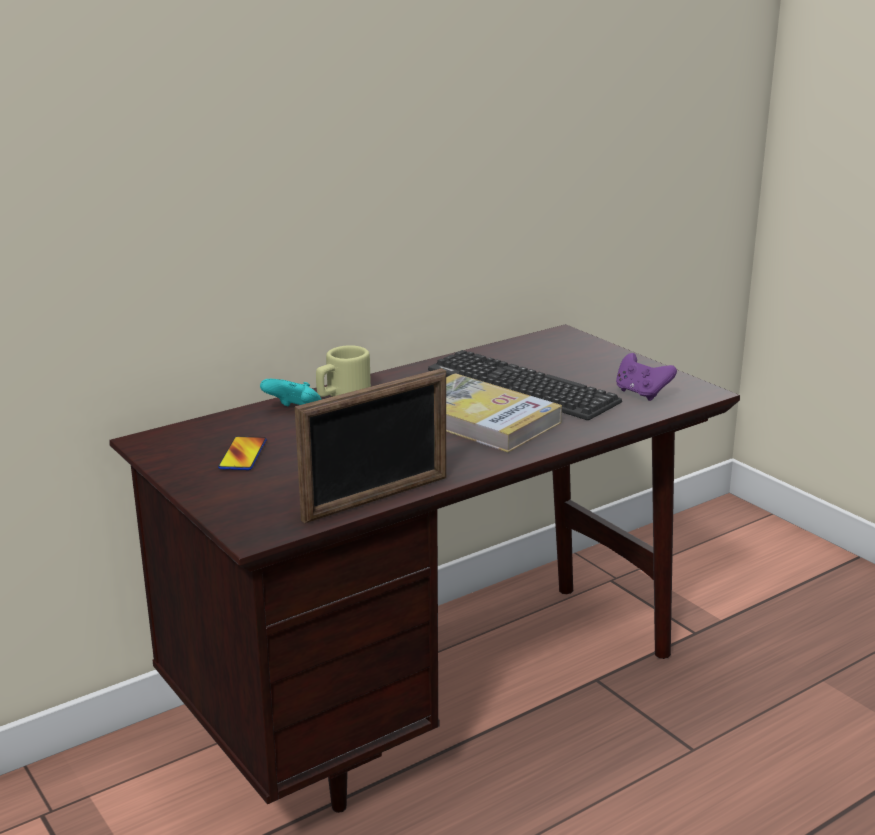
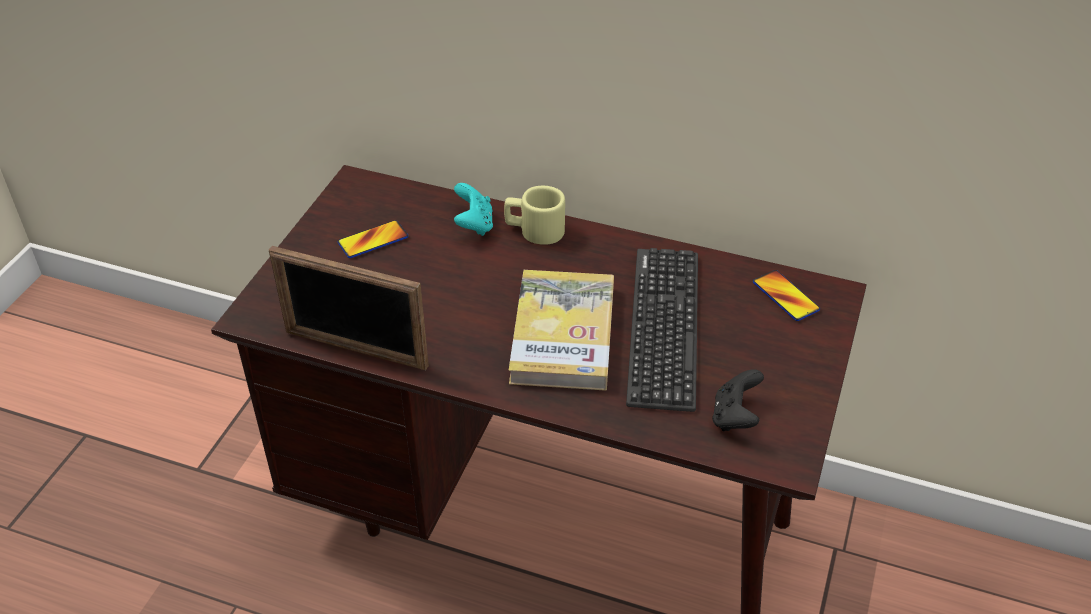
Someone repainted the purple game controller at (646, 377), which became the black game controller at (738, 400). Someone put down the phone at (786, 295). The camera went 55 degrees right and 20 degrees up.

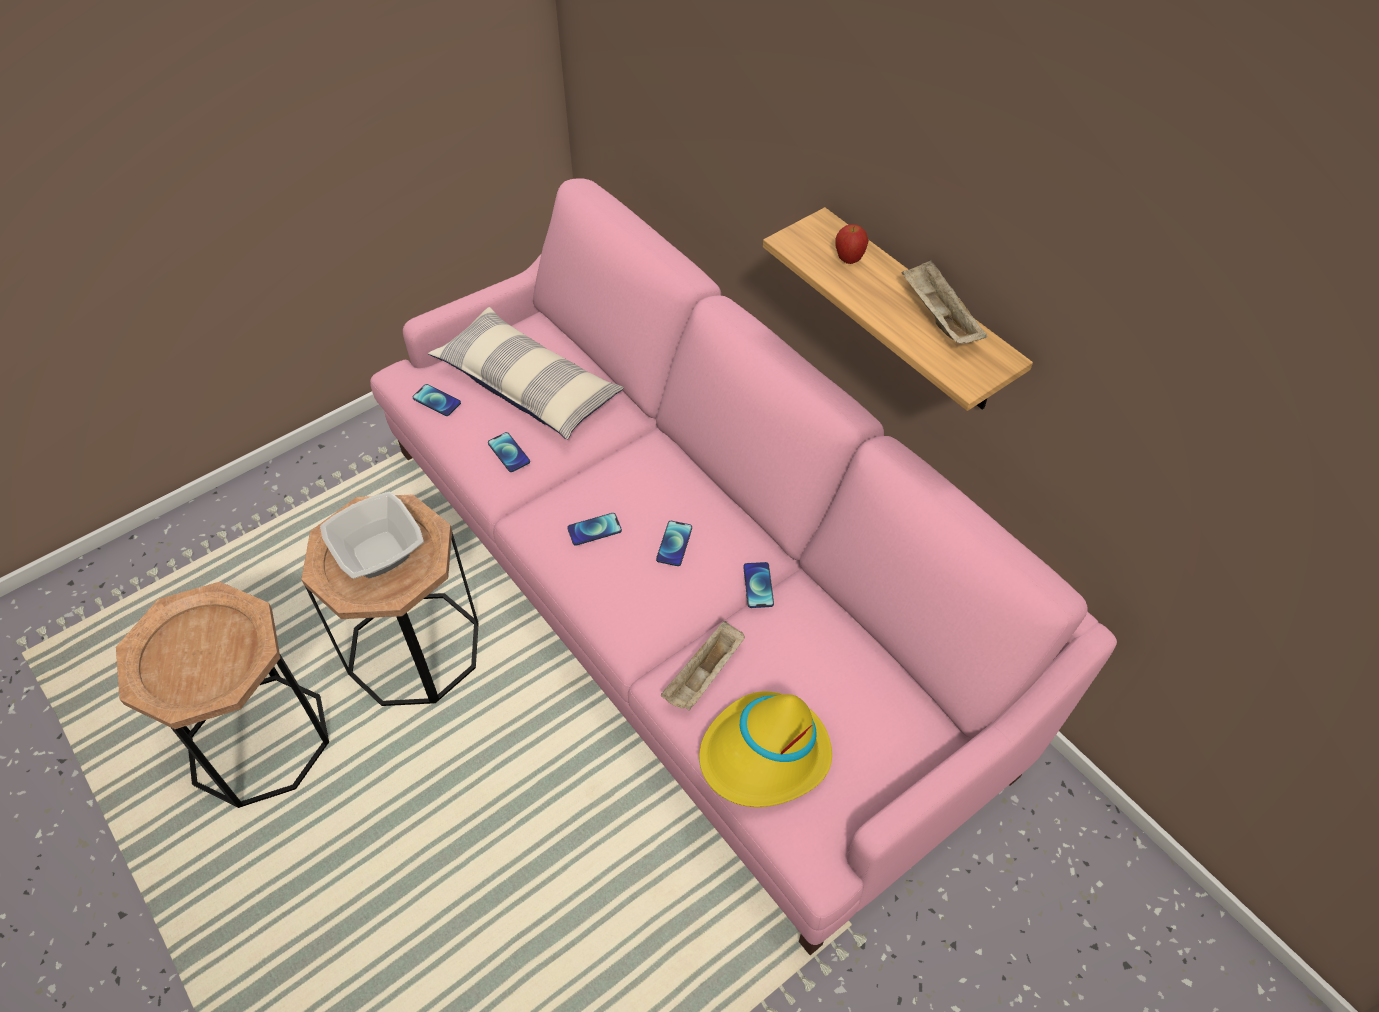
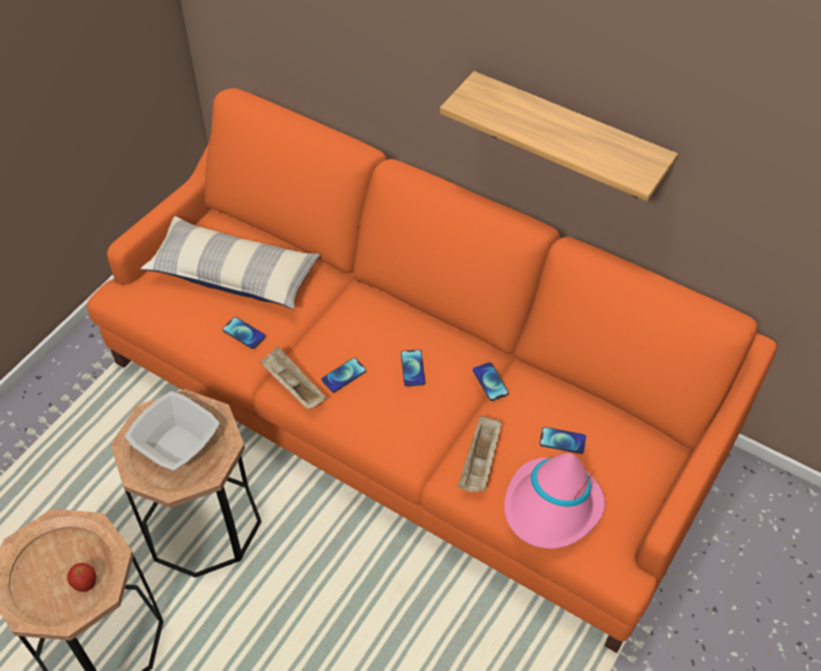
Someone repainted the pink sofa at (743, 566), which became the orange sofa at (432, 370). Someone carried the apple from (852, 244) to (82, 577). Someone carried the beige tray from (944, 301) to (293, 378). Someone carried the phone from (436, 400) to (562, 440). Someone repainted the yellow hat at (765, 749), which became the pink hat at (554, 501). The camera went 20 degrees left and 0 degrees up.

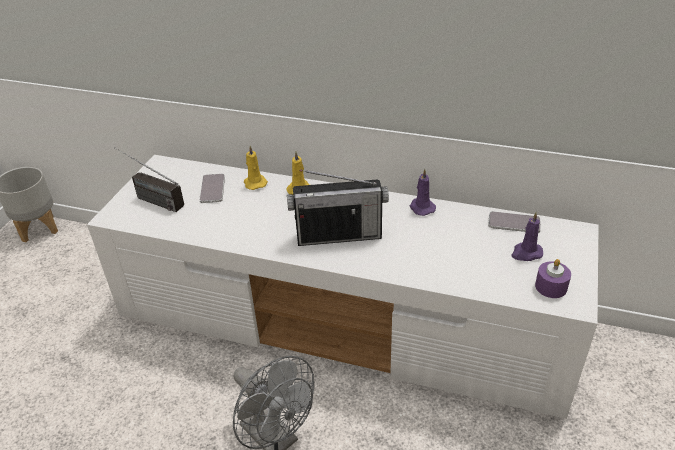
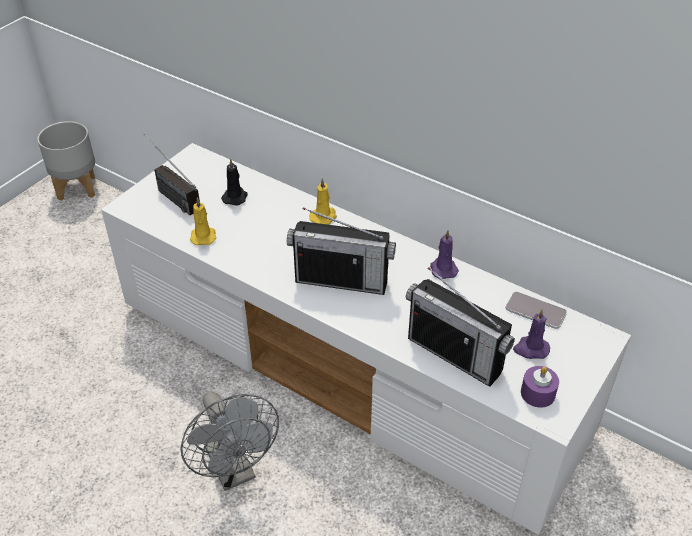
Someone carried the yellow candle from (256, 168) to (203, 221). Someone swapped the phone at (212, 188) for the black candle at (234, 182). Someone put down the radio at (460, 327). The camera went 15 degrees right and 5 degrees up.

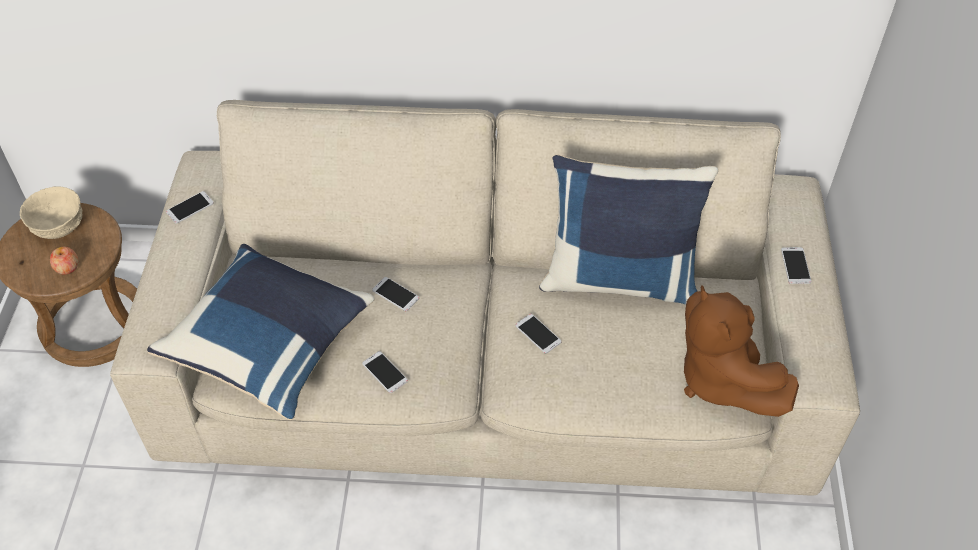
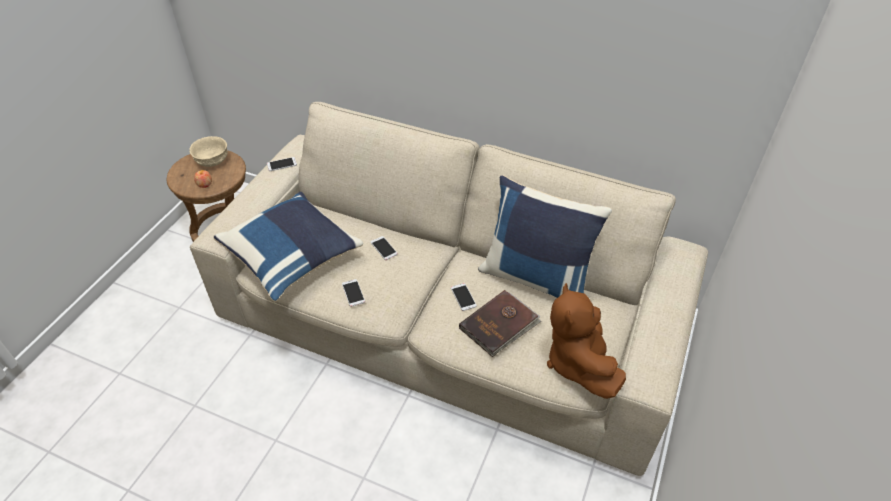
Someone took away the phone at (796, 265). Someone put down the brown book at (500, 323). The camera went 20 degrees right and 5 degrees down.

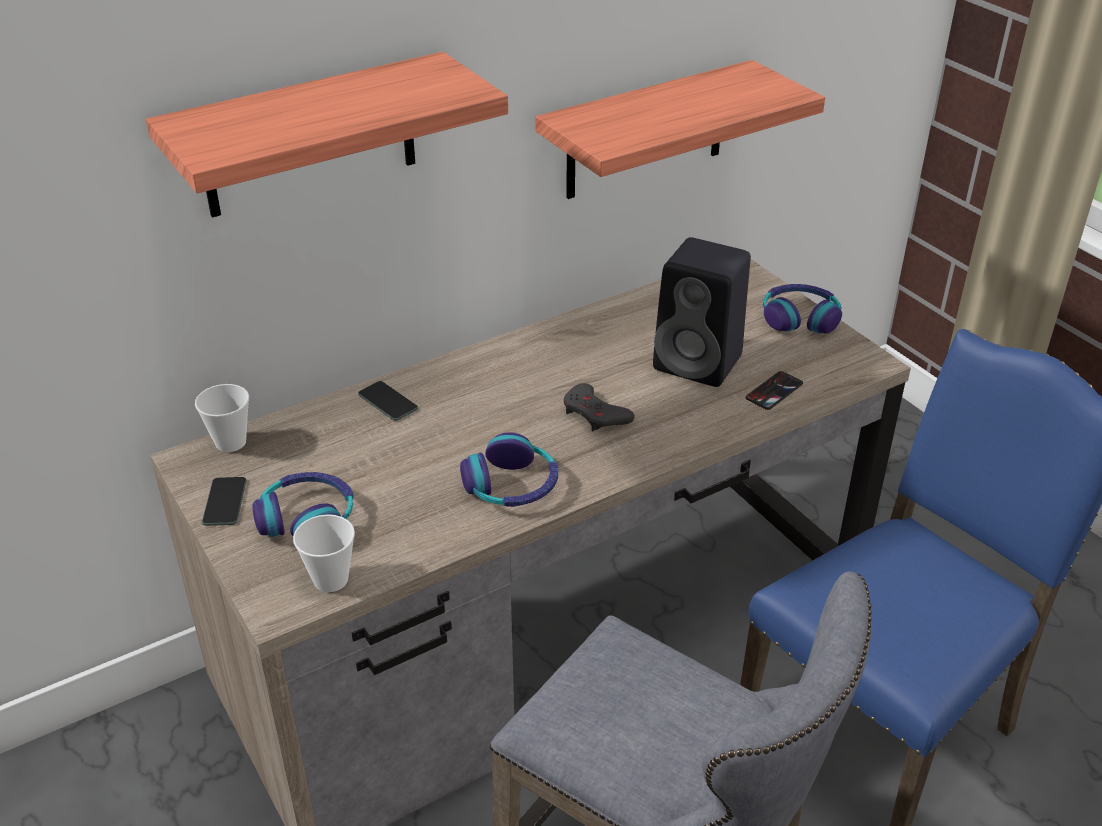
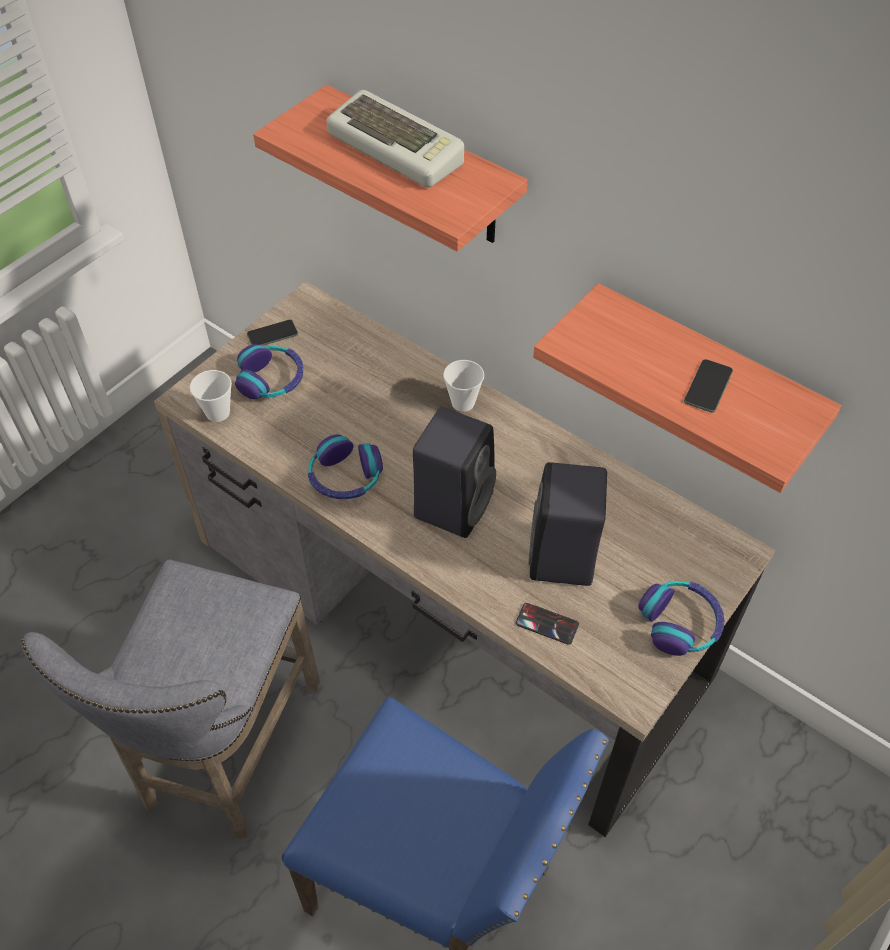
Someone carried the phone from (388, 401) to (708, 385). Someone swapped the grey game controller at (599, 407) for the black speaker at (454, 472). Someone carried the cup from (222, 418) to (463, 386). Someone put down the keyboard at (395, 139). The camera went 70 degrees right and 15 degrees up.

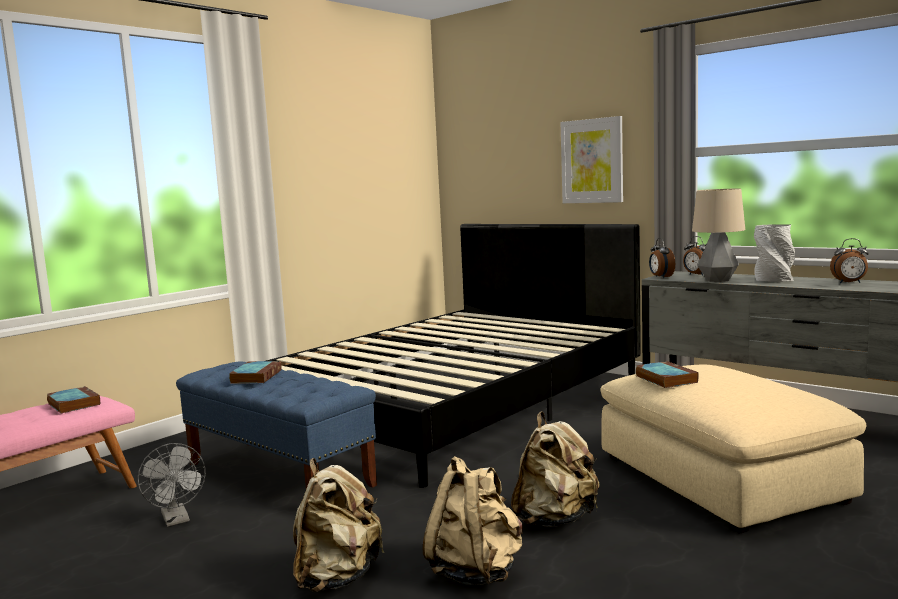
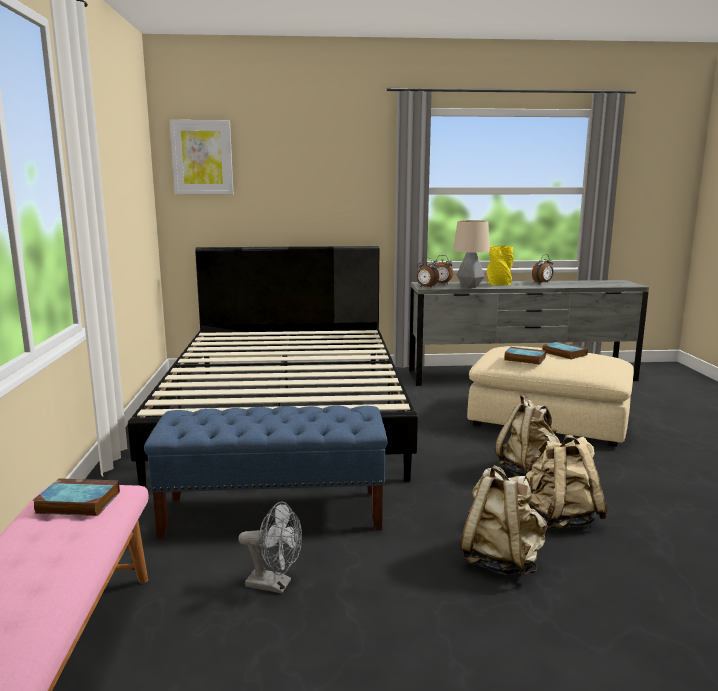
Someone carried the picture from (592, 159) to (201, 157). Someone repainted the grey vase at (774, 253), which became the yellow vase at (500, 265). Someone carried the book from (255, 372) to (565, 350). The camera went 45 degrees left and 5 degrees up.

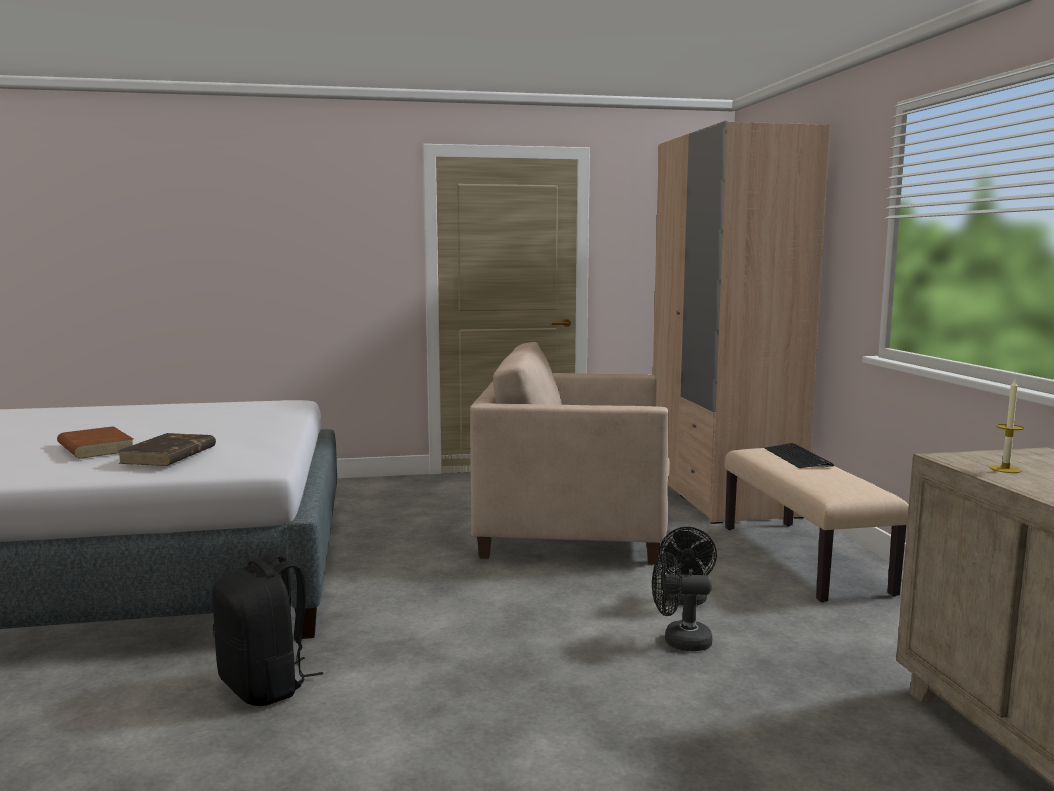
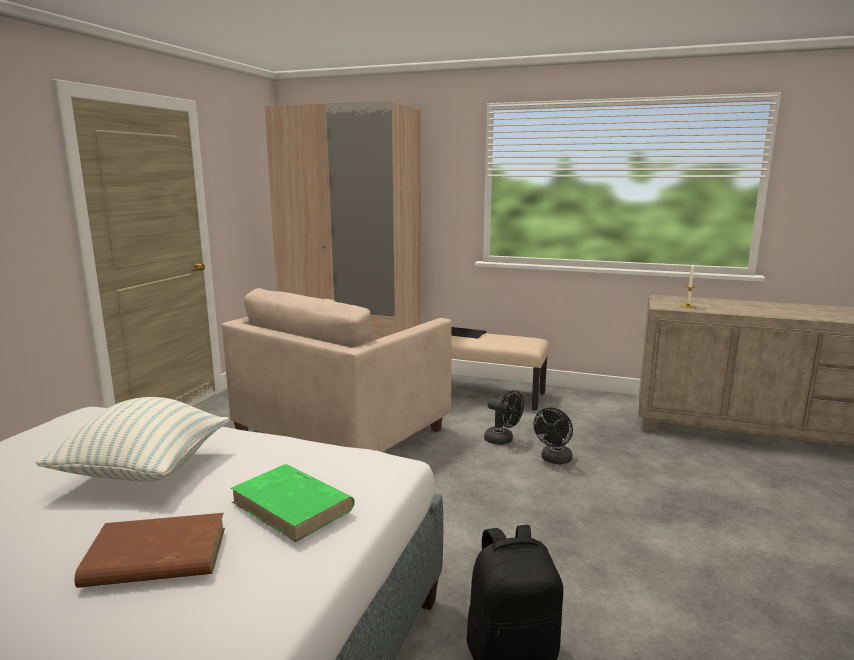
Someone repainted the brown book at (167, 449), which became the green book at (293, 503). Someone put down the pillow at (132, 439). The camera went 60 degrees left and 5 degrees up.

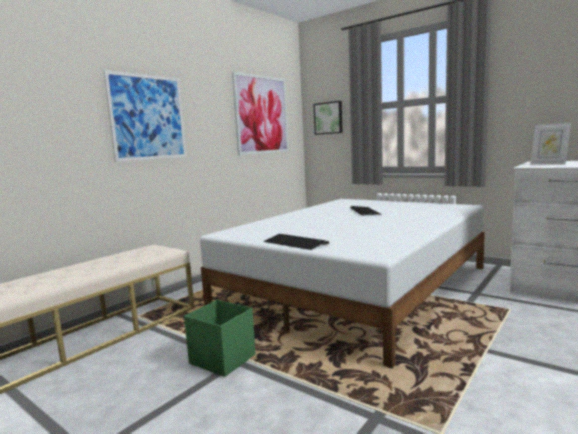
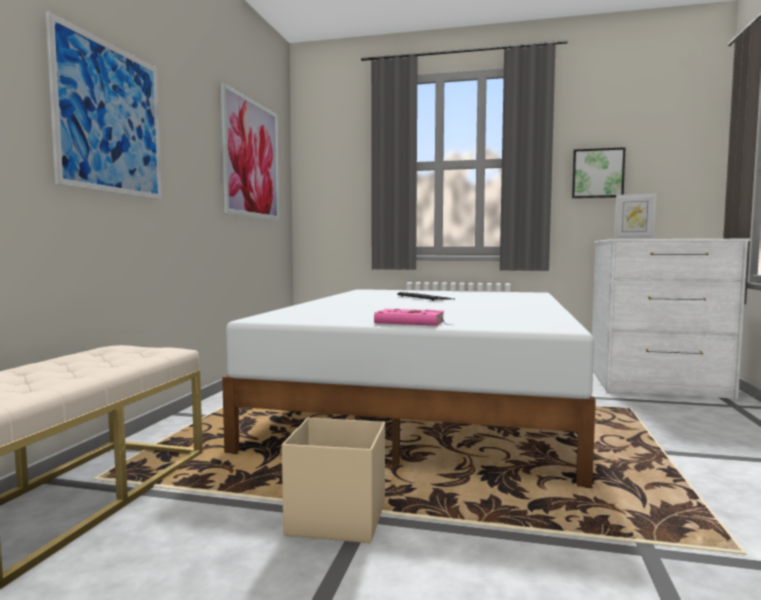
Someone carried the picture from (328, 118) to (599, 172). Someone swapped the keyboard at (296, 242) for the pink book at (412, 317). Someone repainted the green storage box at (220, 338), which became the beige storage box at (333, 480). The camera went 25 degrees left and 5 degrees down.

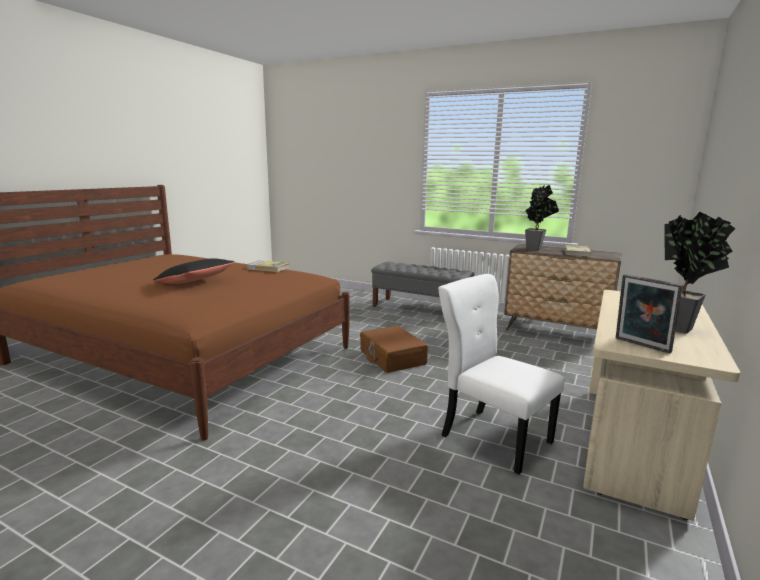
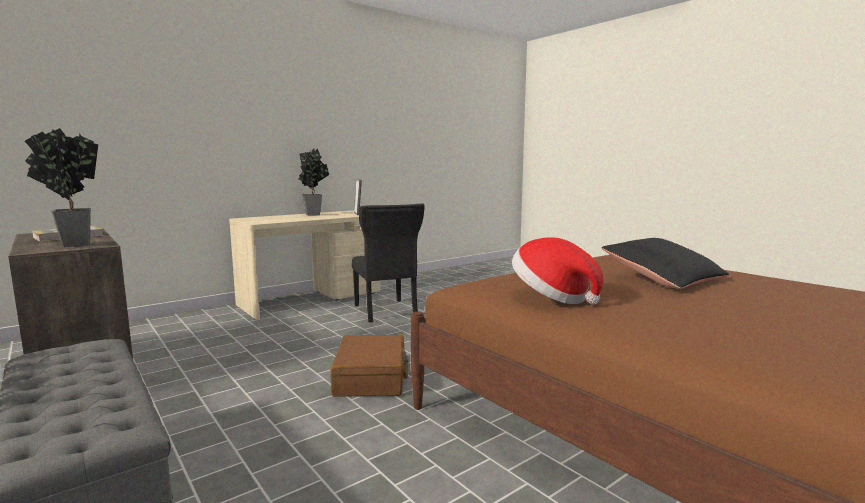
Someone swapped the book at (267, 266) for the hat at (557, 271). Someone repainted the white chair at (501, 374), which became the black chair at (388, 263). The camera went 155 degrees left and 5 degrees down.

